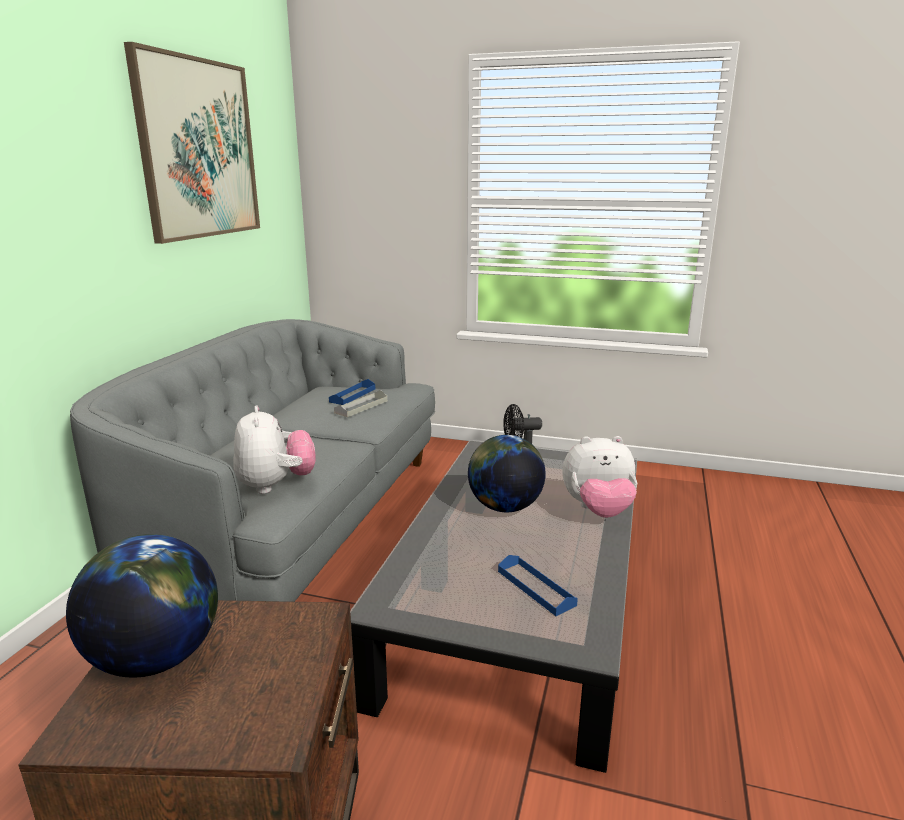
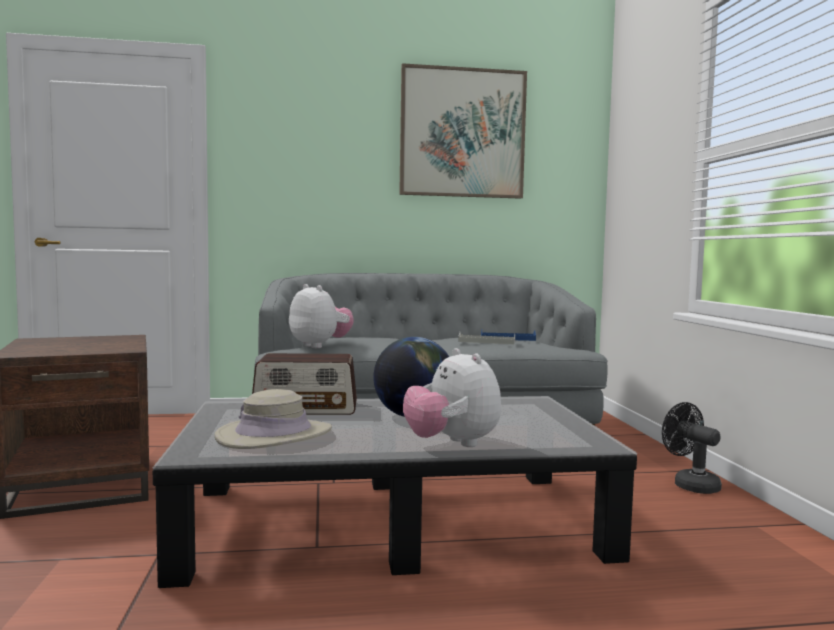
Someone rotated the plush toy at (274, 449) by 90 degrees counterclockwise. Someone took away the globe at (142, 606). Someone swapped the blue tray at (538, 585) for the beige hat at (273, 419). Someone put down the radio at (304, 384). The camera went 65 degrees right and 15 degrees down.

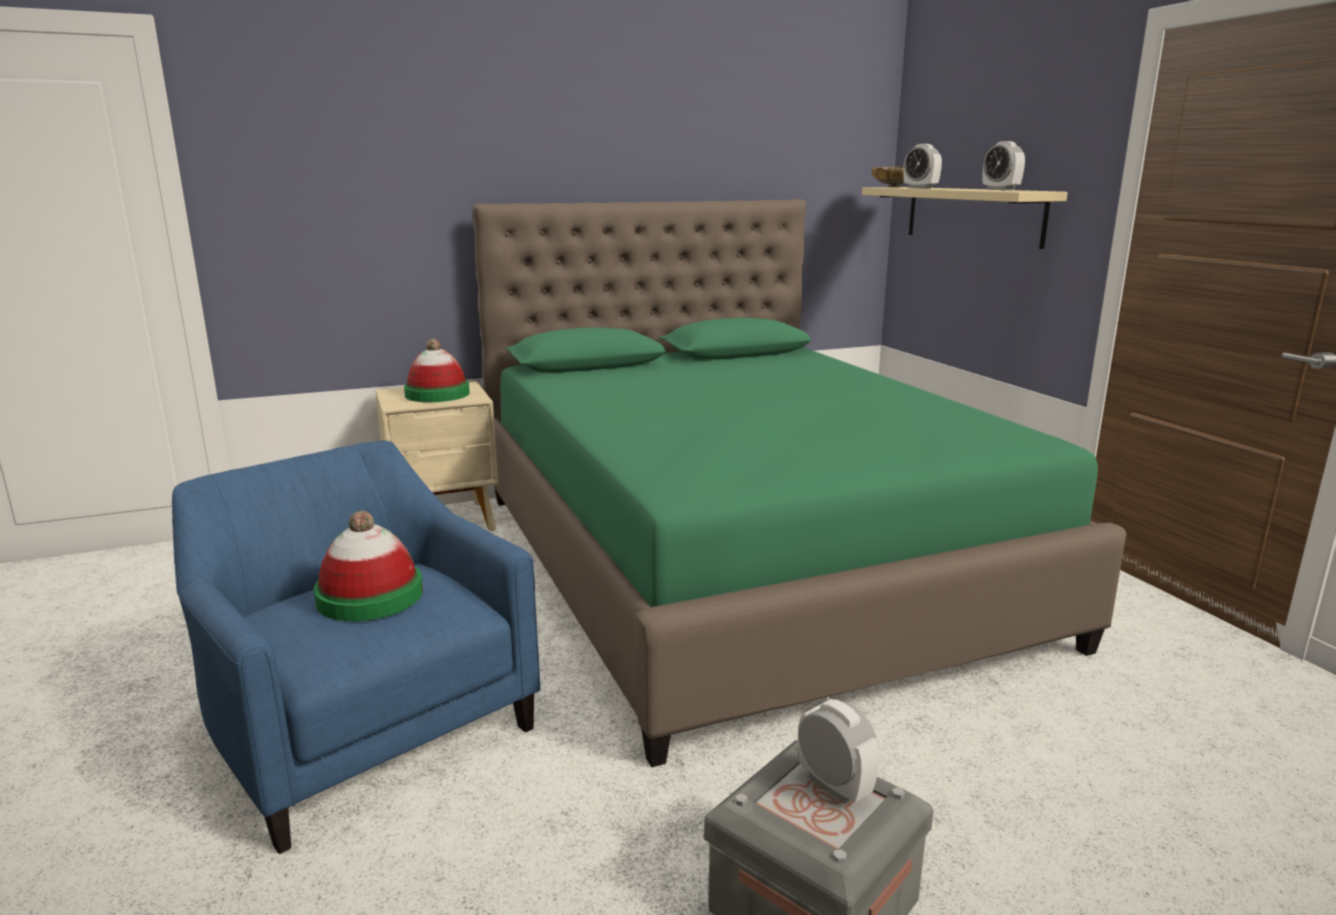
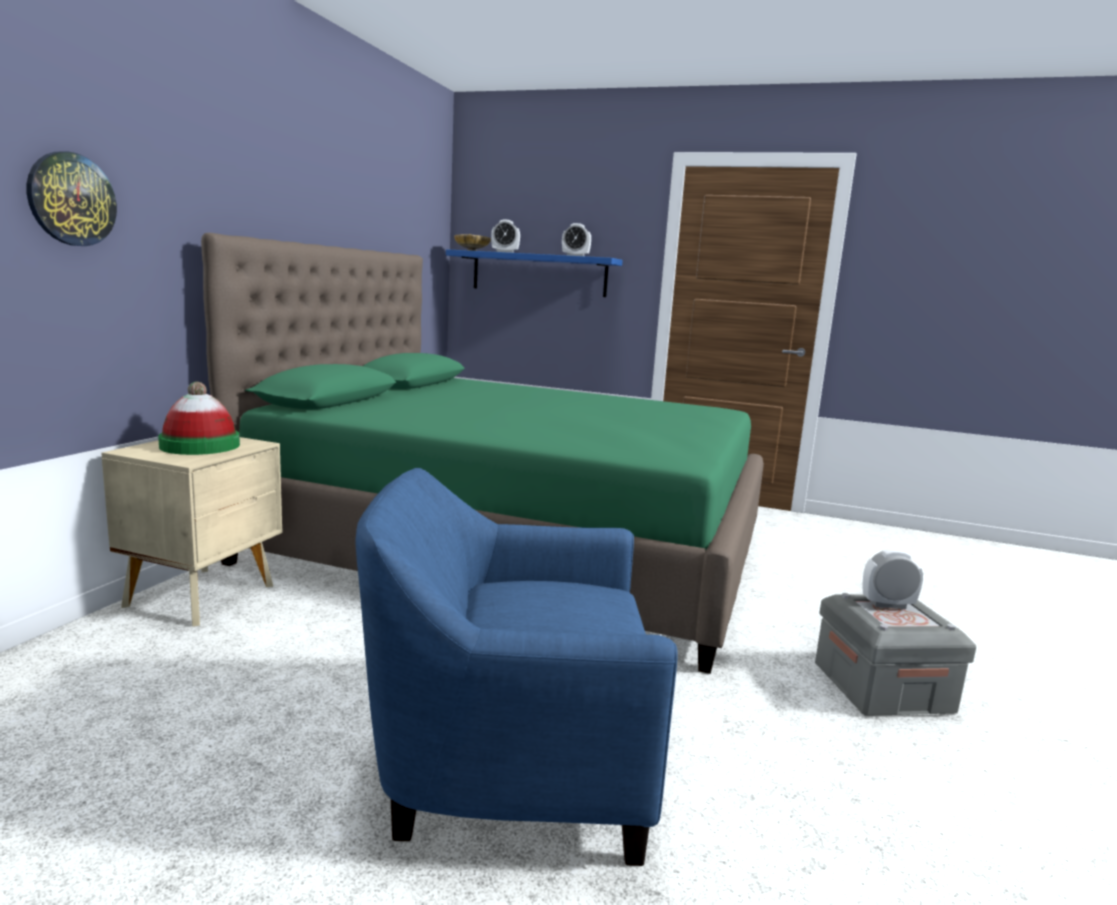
Someone repainted the beige shelf at (965, 218), which became the blue shelf at (534, 273). Someone took away the hat at (368, 566). Someone put up the wall clock at (72, 198). The camera went 50 degrees left and 5 degrees down.

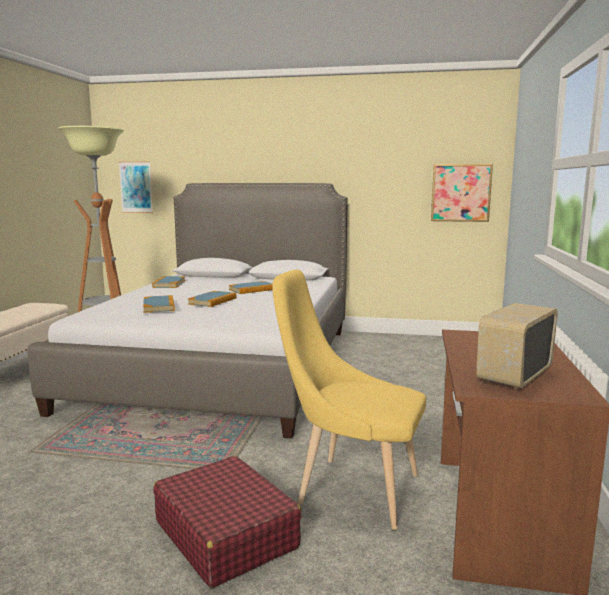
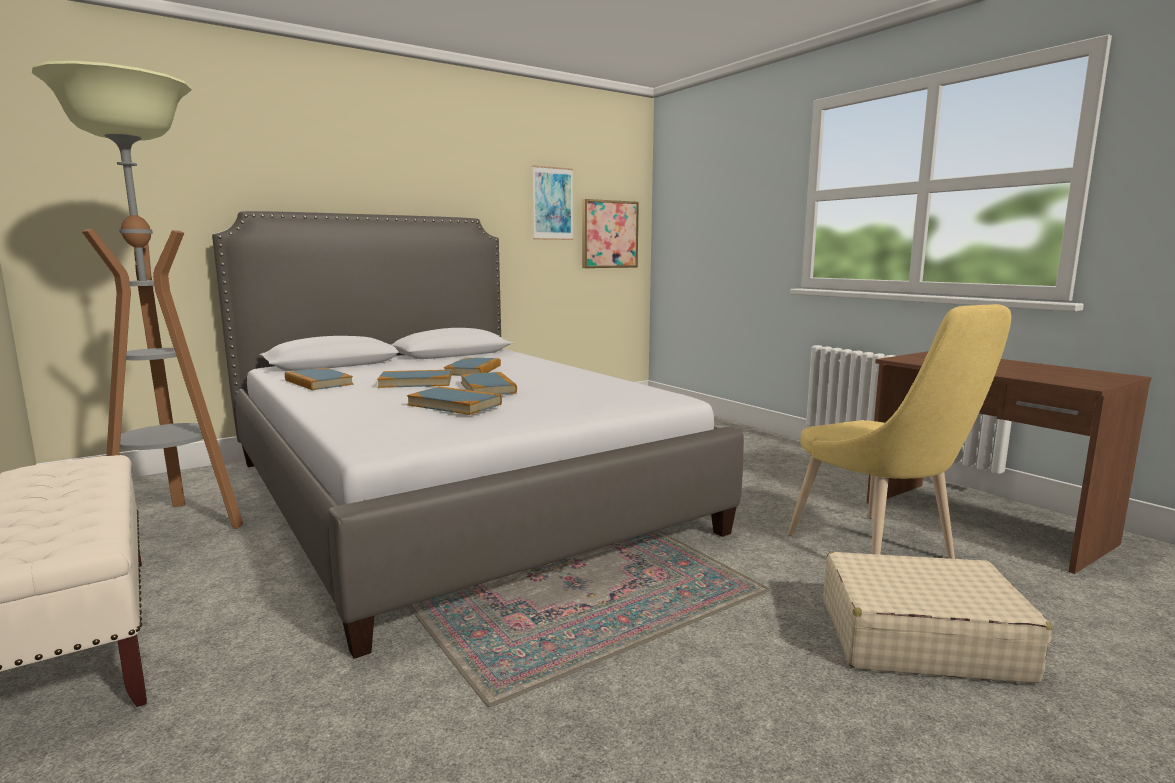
Someone carried the picture from (136, 187) to (552, 202). Someone rotated the yellow chair at (349, 399) by 90 degrees counterclockwise. Someone took away the radio at (517, 346). Someone repainted the red suitcase at (228, 522), which became the beige suitcase at (937, 617). Someone put down the book at (414, 379). The camera went 45 degrees left and 0 degrees up.

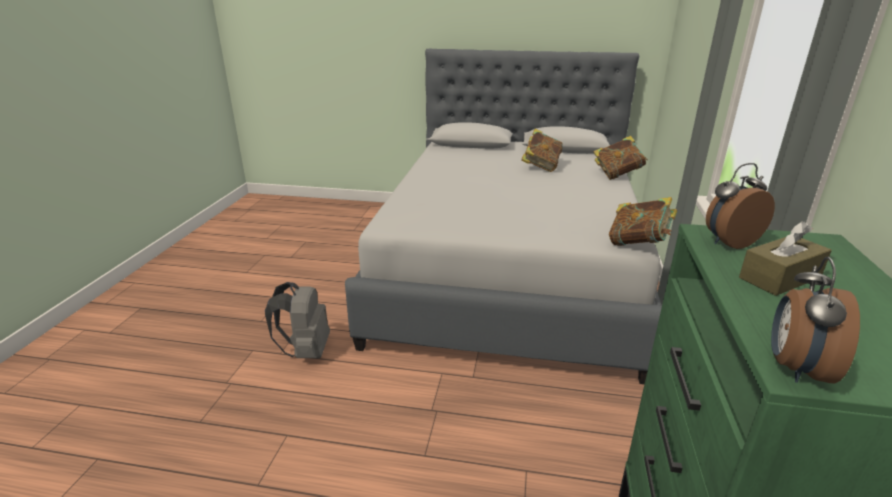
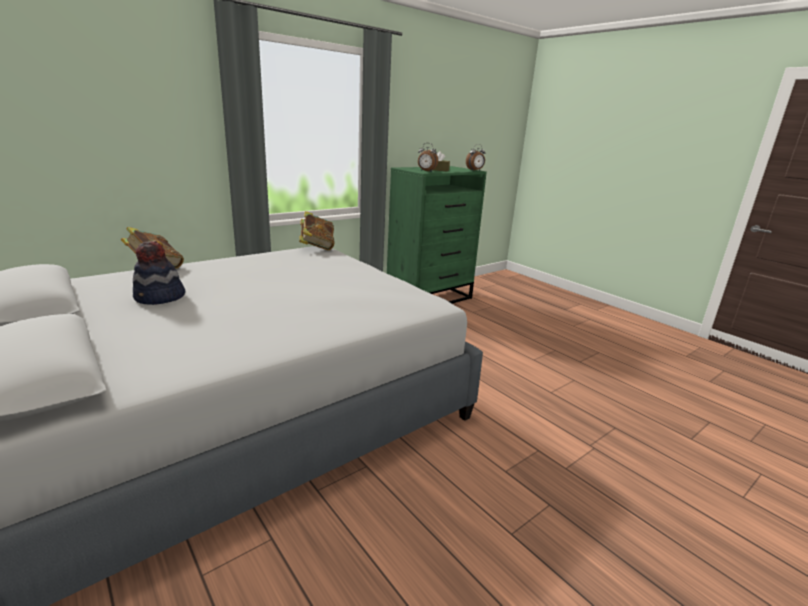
Someone swapped the book at (542, 150) for the hat at (159, 273). Someone took away the grey backpack at (297, 320). The camera went 140 degrees left and 5 degrees down.

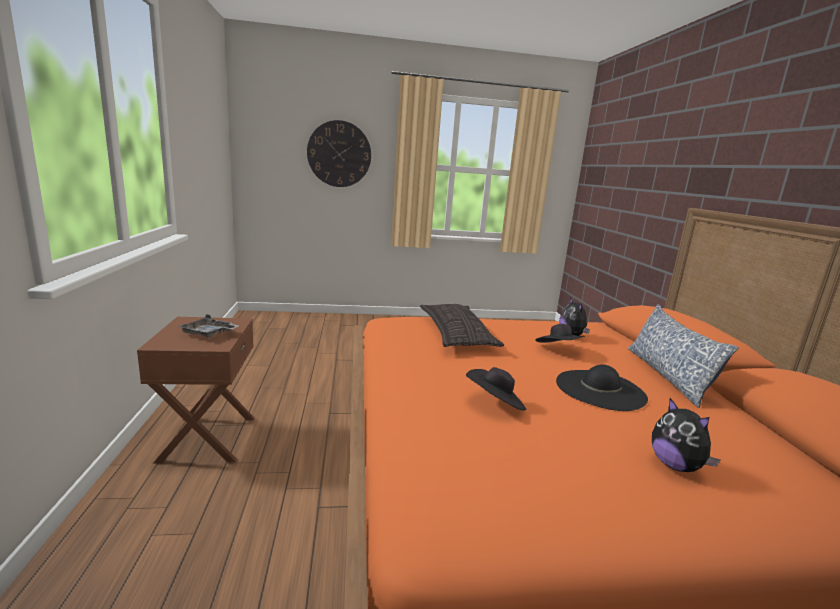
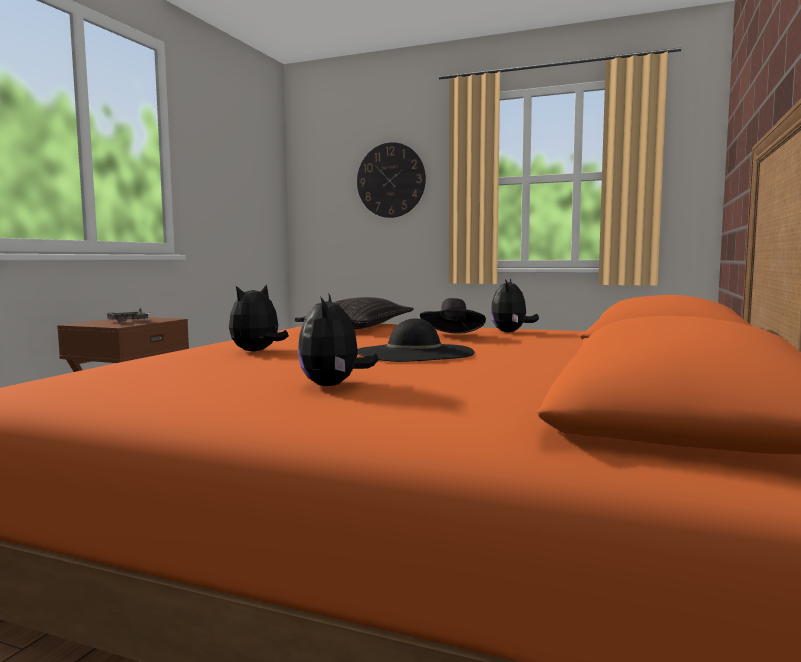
Someone took away the pillow at (683, 356). Someone swapped the black hat at (496, 389) for the plush toy at (259, 317). The camera went 30 degrees right and 10 degrees down.

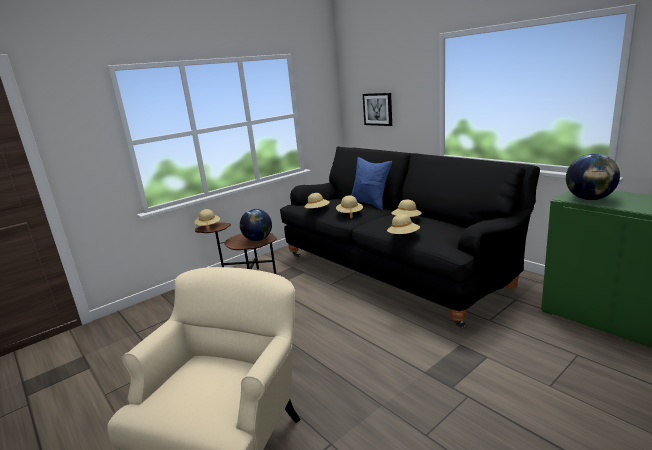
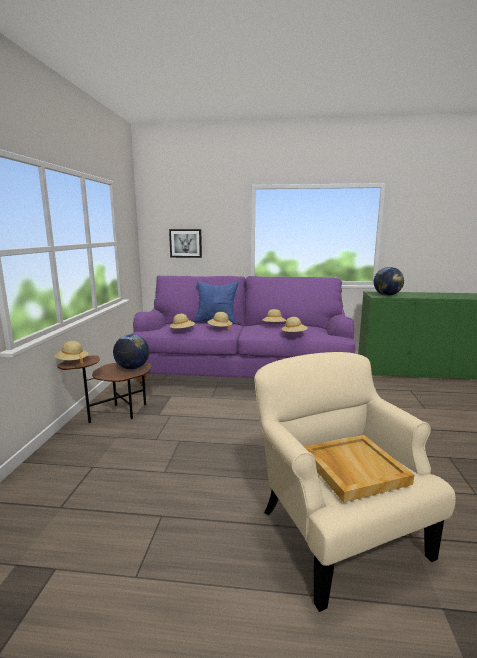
Someone repainted the black sofa at (410, 237), which became the purple sofa at (243, 331). Someone put down the beige tray at (359, 468). The camera went 45 degrees left and 5 degrees down.

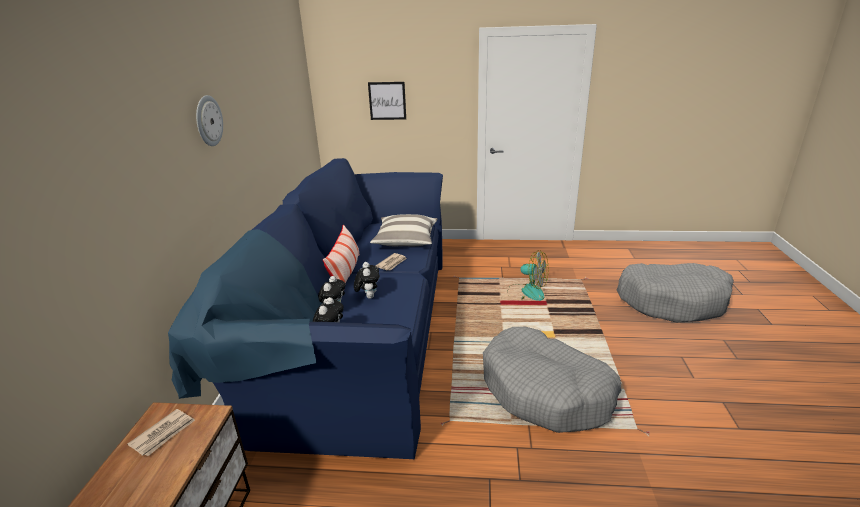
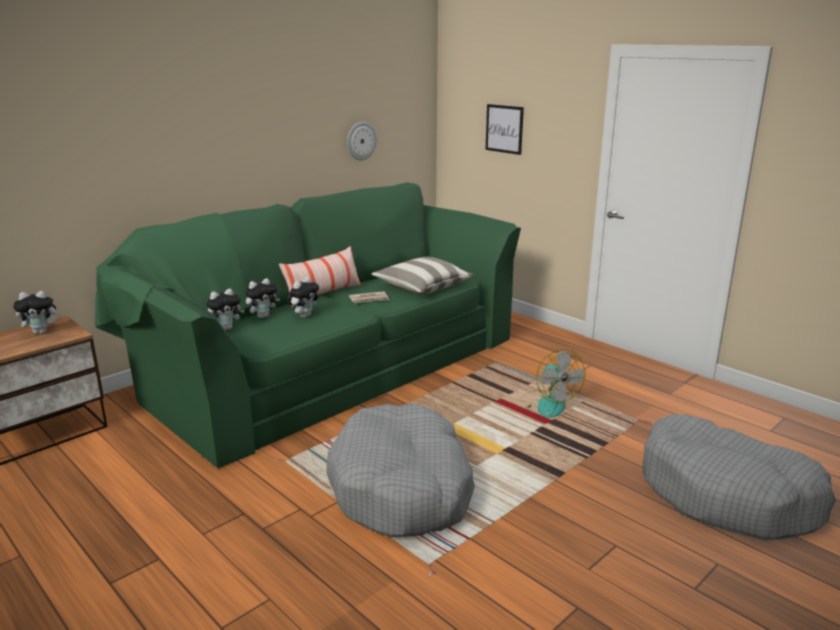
Someone carried the wall clock from (209, 120) to (362, 141). Someone repainted the blue sofa at (305, 308), which became the green sofa at (308, 325). Someone swapped the newspaper at (161, 432) for the plush toy at (37, 312). The camera went 40 degrees right and 5 degrees down.

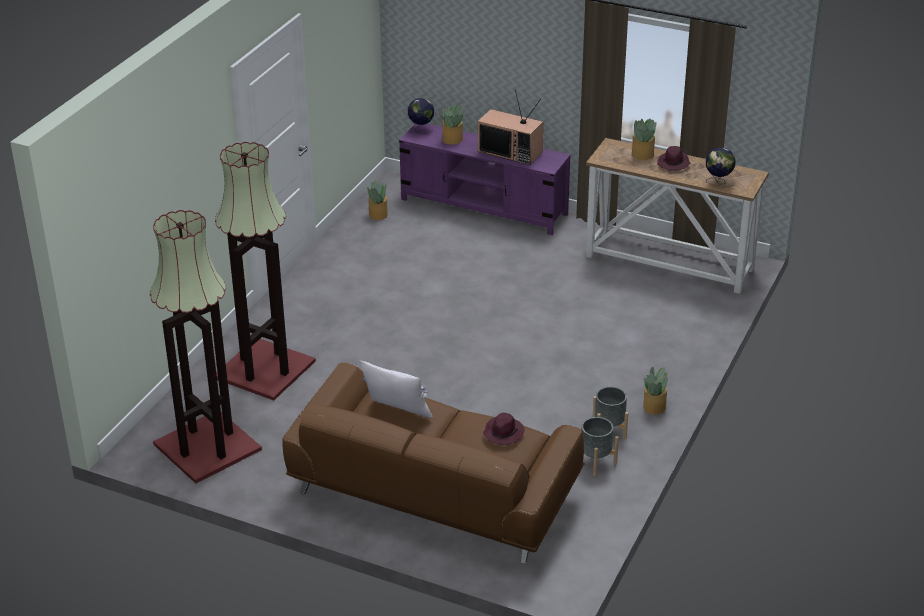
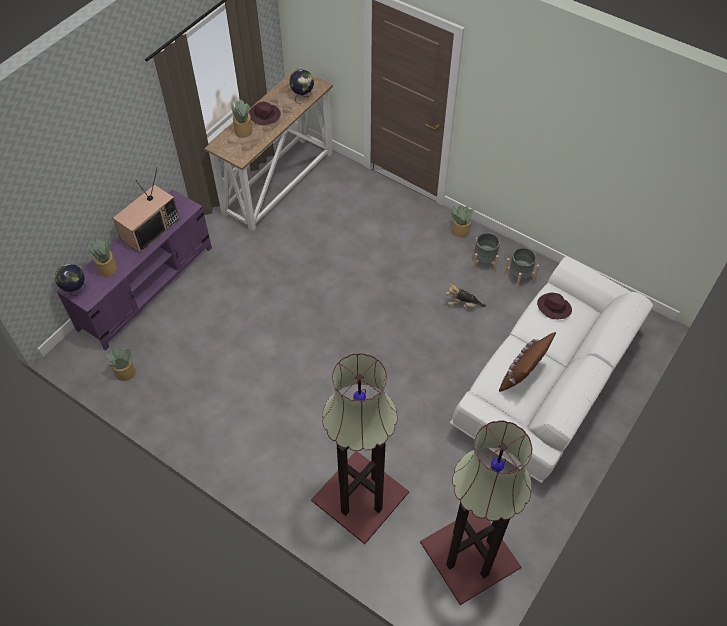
Someone repainted the white pillow at (396, 389), which became the brown pillow at (527, 362). Someone repainted the brown sofa at (433, 463), which became the white sofa at (551, 369). Someone put down the plush toy at (466, 295). The camera went 80 degrees left and 20 degrees up.

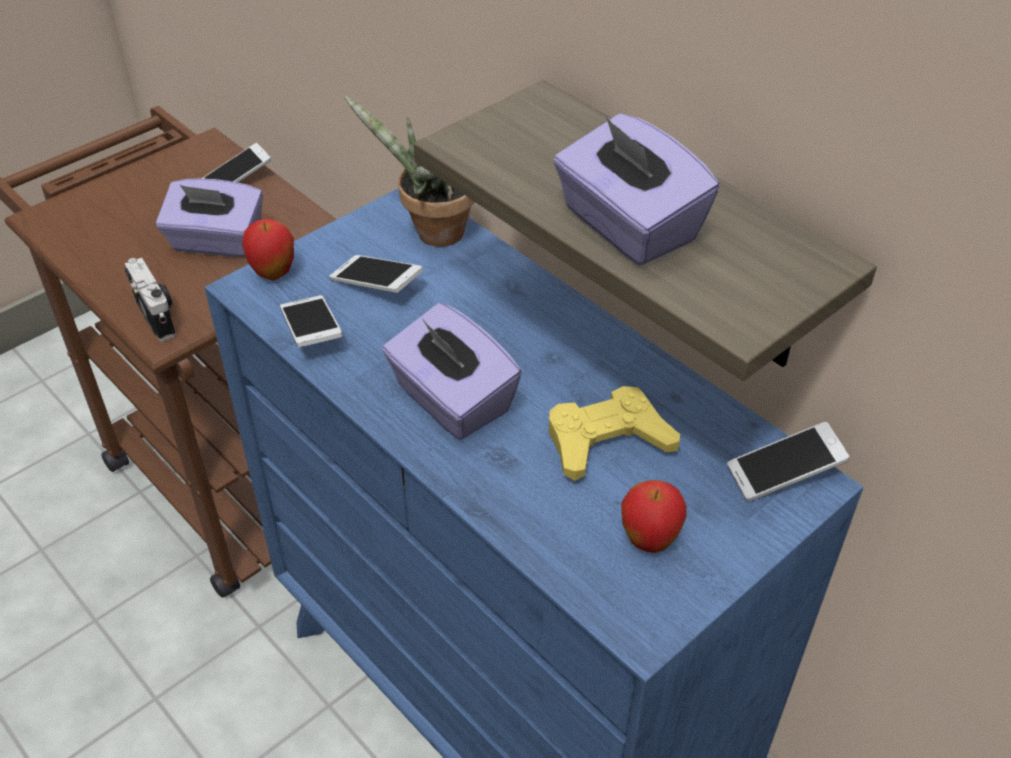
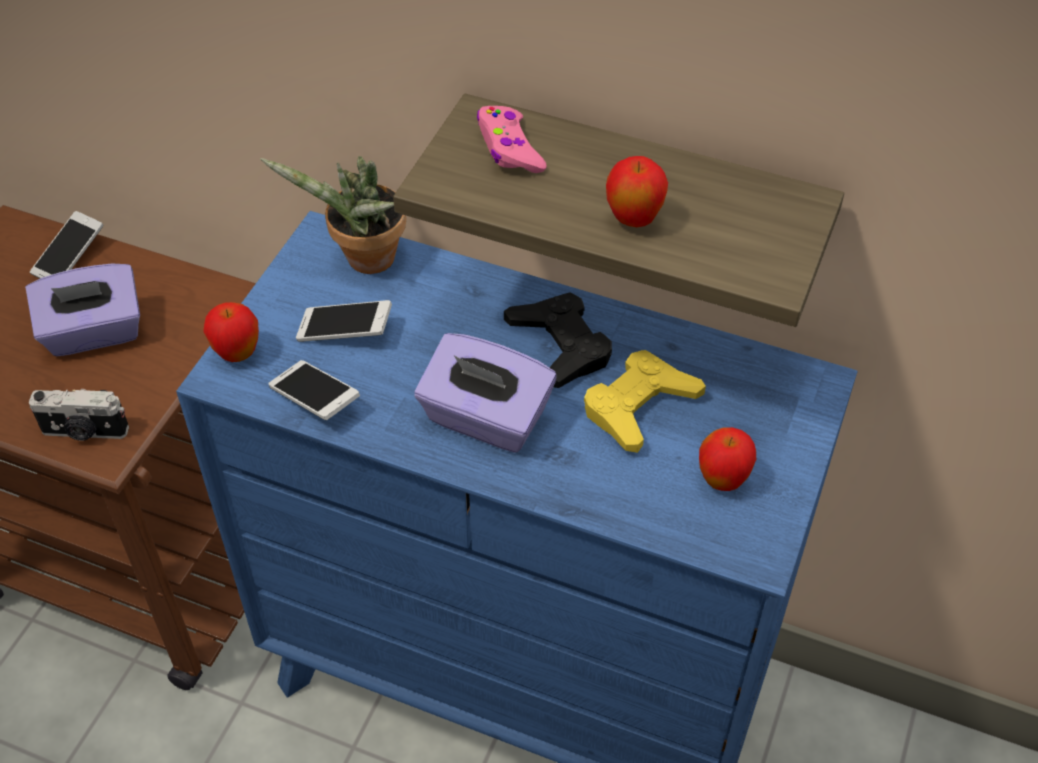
Someone swapped the purple tissue box at (636, 189) for the apple at (637, 191). Someone rotated the photo camera at (150, 299) by 150 degrees clockwise. Someone took away the phone at (788, 462). Someone put down the pink game controller at (512, 139). Someone put down the black game controller at (558, 340). The camera went 25 degrees left and 5 degrees up.

